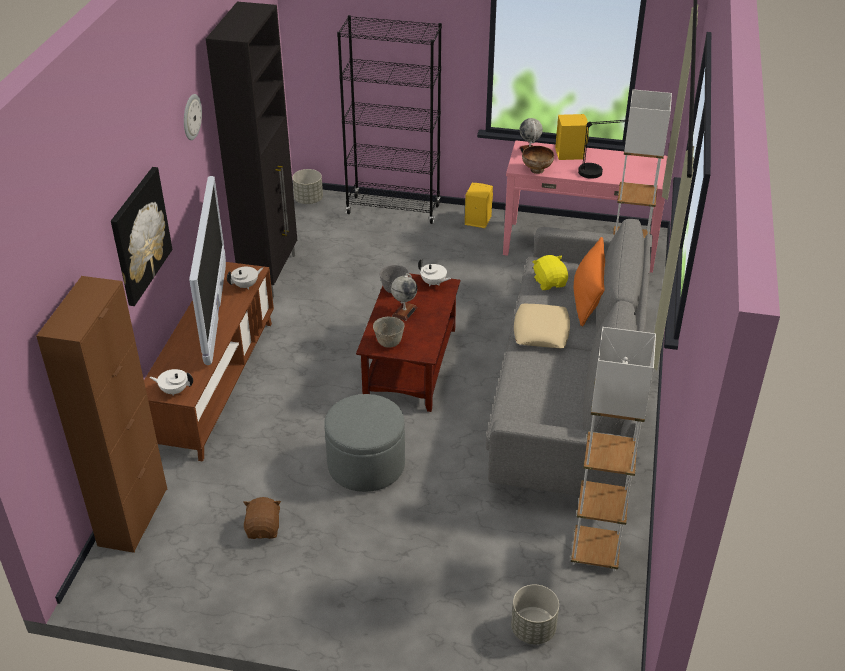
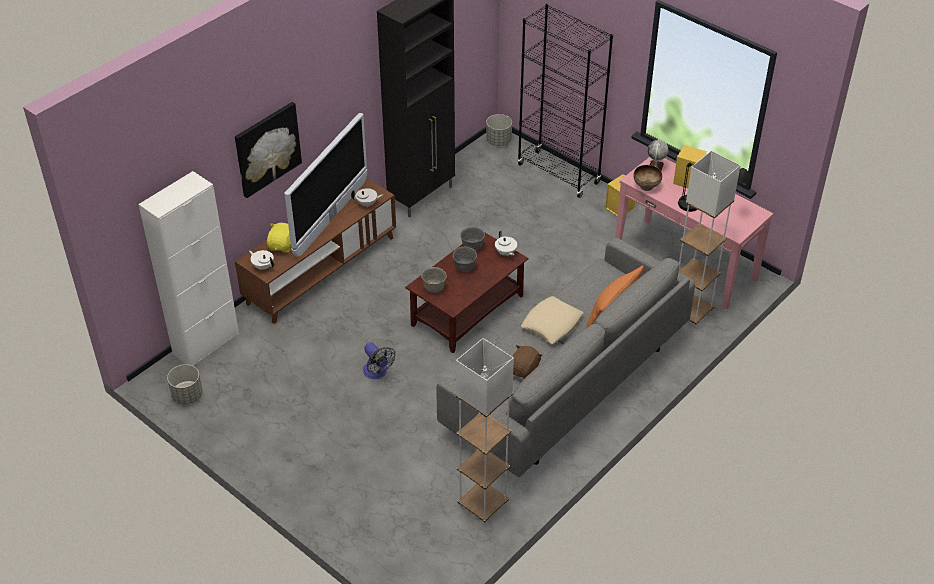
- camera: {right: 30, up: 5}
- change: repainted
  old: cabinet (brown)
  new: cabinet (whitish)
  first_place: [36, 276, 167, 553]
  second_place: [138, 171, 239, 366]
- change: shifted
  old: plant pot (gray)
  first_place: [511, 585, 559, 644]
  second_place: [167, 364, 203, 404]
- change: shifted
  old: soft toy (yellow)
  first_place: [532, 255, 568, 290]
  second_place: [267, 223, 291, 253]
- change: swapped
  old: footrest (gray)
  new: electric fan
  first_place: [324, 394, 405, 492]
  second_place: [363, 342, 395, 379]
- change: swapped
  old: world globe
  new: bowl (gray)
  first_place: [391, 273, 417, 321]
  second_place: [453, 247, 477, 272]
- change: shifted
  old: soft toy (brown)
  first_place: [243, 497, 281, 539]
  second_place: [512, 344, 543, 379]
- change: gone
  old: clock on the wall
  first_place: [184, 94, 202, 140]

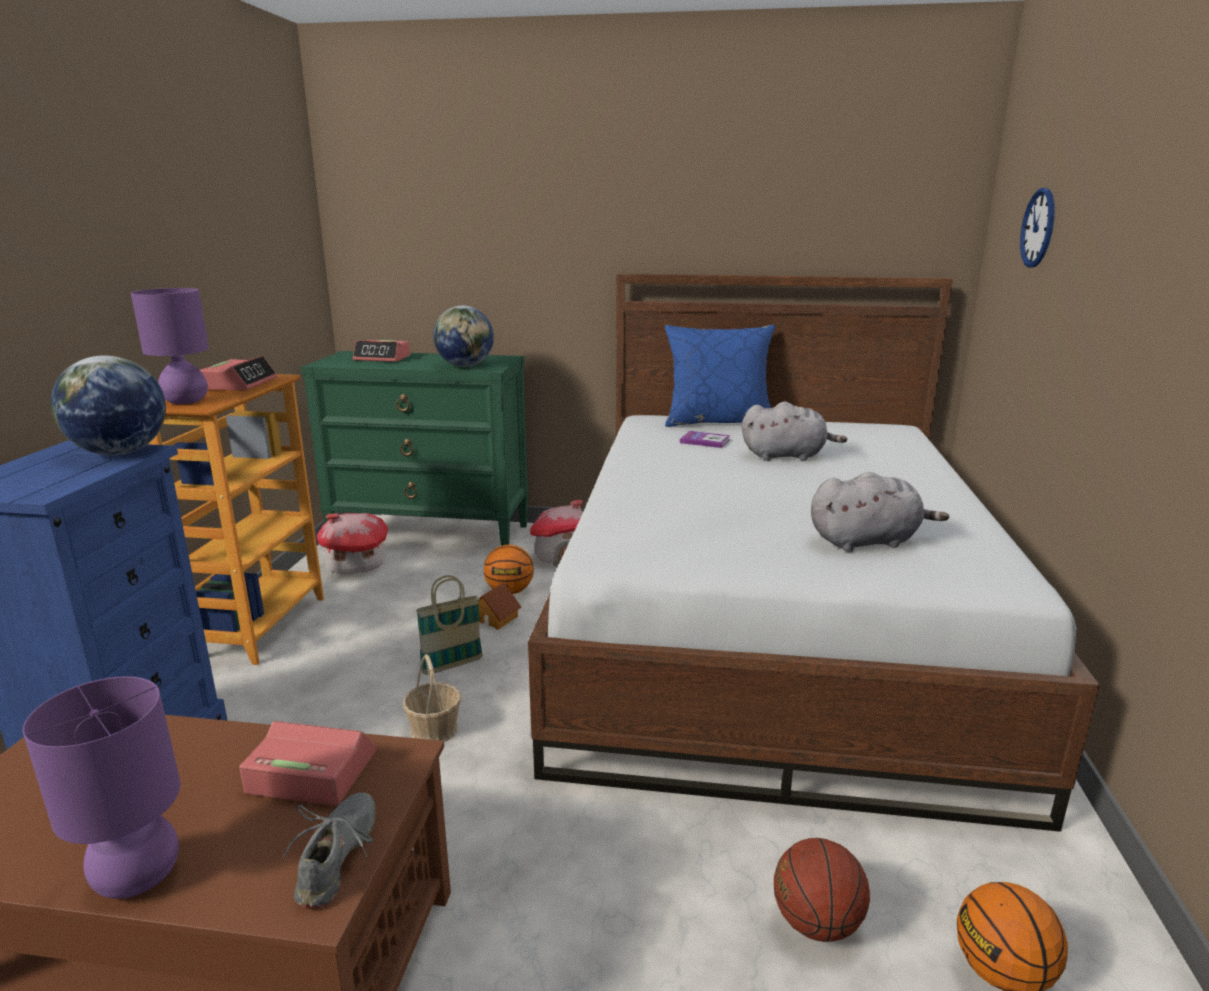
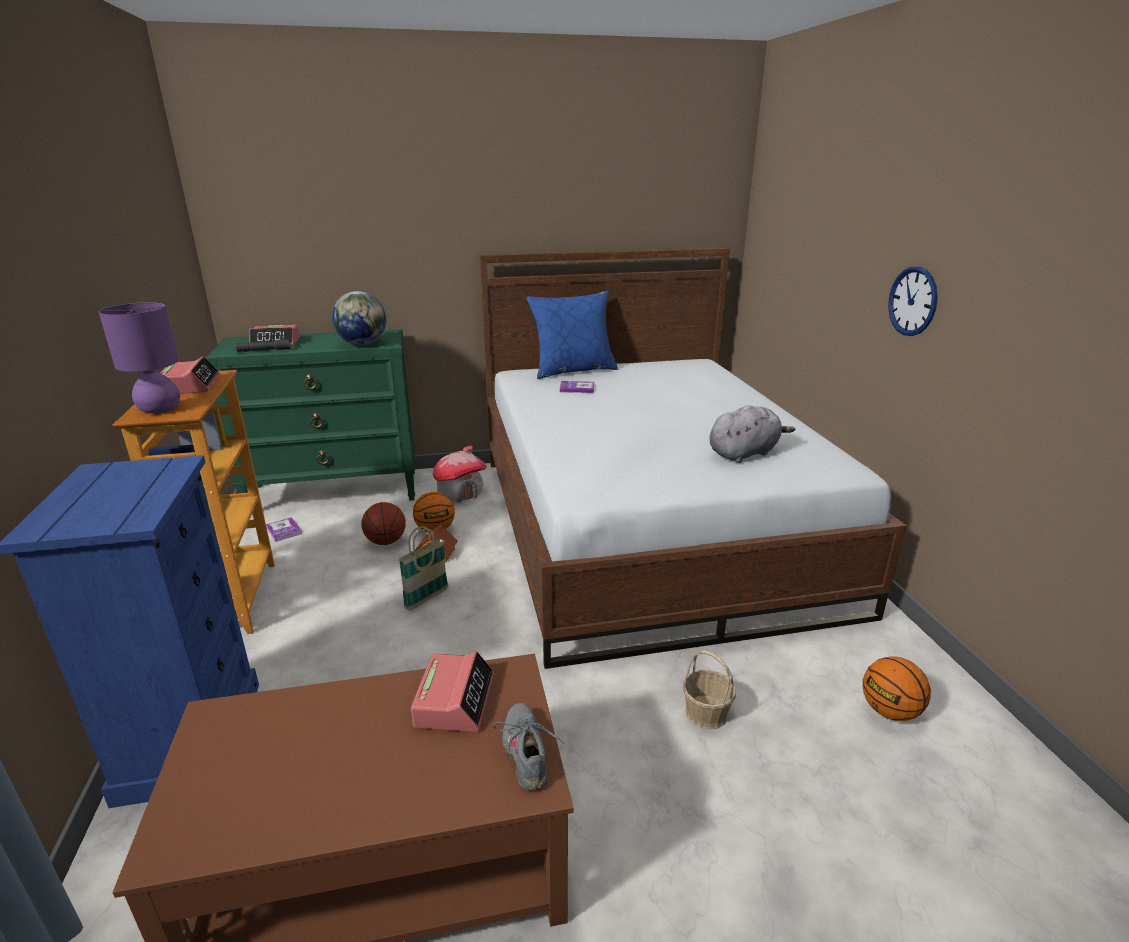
- camera: {right: -20, up: 5}
- change: new
  new: hand torch (gray)
  second_place: [236, 339, 291, 352]
- change: swapped
  old: miniature house
  new: volume
  first_place: [317, 513, 388, 574]
  second_place: [266, 517, 302, 542]
- change: shifted
  old: ball for basketball
  first_place: [774, 838, 870, 942]
  second_place: [362, 502, 406, 545]
- change: rotated
  old: alarm clock
  first_place: [239, 721, 376, 806]
  second_place: [411, 651, 494, 732]
  degrees: 105
- change: shifted
  old: household basket
  first_place: [403, 654, 461, 742]
  second_place: [683, 650, 736, 730]
- change: shifted
  old: clock on the wall
  first_place: [1020, 188, 1055, 268]
  second_place: [888, 267, 938, 336]
- change: gone
  old: tabletop lamp (purplish)
  first_place: [23, 676, 181, 899]
- change: gone
  old: world globe
  first_place: [51, 355, 166, 455]
- change: gone
  old: soft toy (gray)
  first_place: [742, 402, 847, 461]

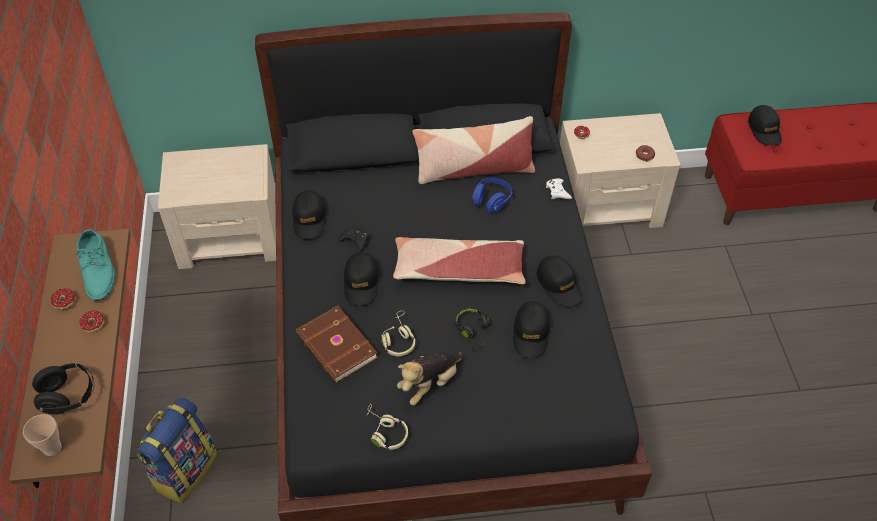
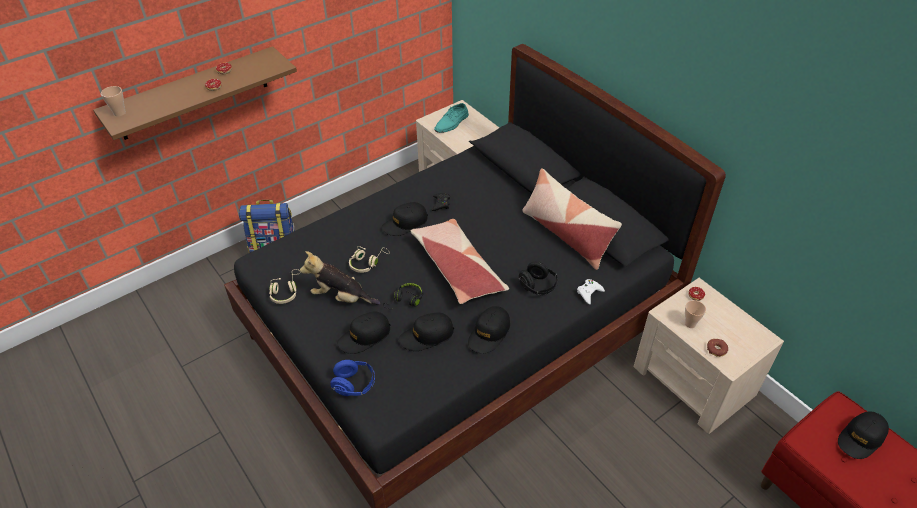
- camera: {right: 60, up: -5}
- change: shifted
  old: headphones (blue)
  first_place: [472, 177, 512, 213]
  second_place: [331, 360, 375, 396]
- change: shifted
  old: cap (black)
  first_place: [292, 190, 326, 239]
  second_place: [337, 311, 390, 354]
- change: shifted
  old: shoe (turquoise-coloured)
  first_place: [76, 229, 116, 301]
  second_place: [434, 103, 469, 133]
- change: shifted
  old: headphones (black)
  first_place: [32, 363, 94, 414]
  second_place: [518, 261, 558, 295]
- change: new
  new: cup
  second_place: [685, 300, 706, 328]
- change: gone
  old: volume (brown)
  first_place: [296, 305, 378, 383]

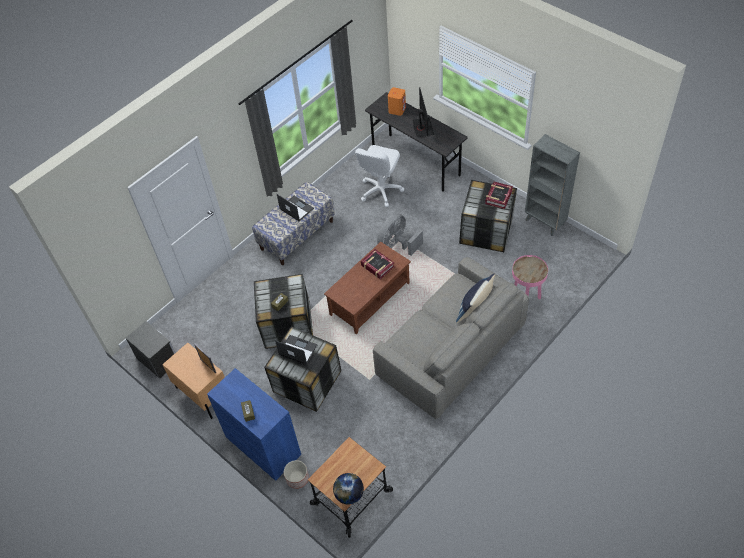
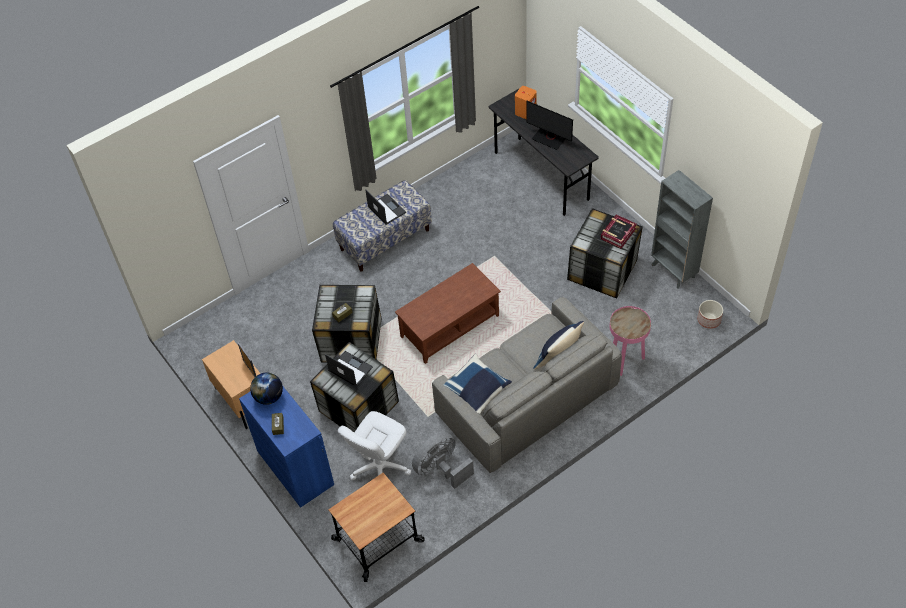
- camera: {right: 10, up: 0}
- change: shifted
  old: world globe
  first_place: [333, 473, 364, 505]
  second_place: [250, 372, 283, 405]
- change: shifted
  old: desk chair (whitish)
  first_place: [355, 145, 404, 207]
  second_place: [338, 411, 411, 480]
- change: shifted
  old: electric fan (gray)
  first_place: [377, 213, 423, 256]
  second_place: [412, 432, 474, 489]
- change: new
  new: cushion (blue)
  second_place: [444, 354, 512, 414]
- change: rotated
  old: monitor
  first_place: [413, 87, 434, 137]
  second_place: [526, 101, 573, 150]
  degrees: 120
- change: shifted
  old: plant pot
  first_place: [284, 460, 309, 489]
  second_place: [697, 300, 723, 329]
- change: gone
  old: night table
  first_place: [126, 321, 175, 379]
- change: gone
  old: volume
  first_place: [361, 249, 395, 279]

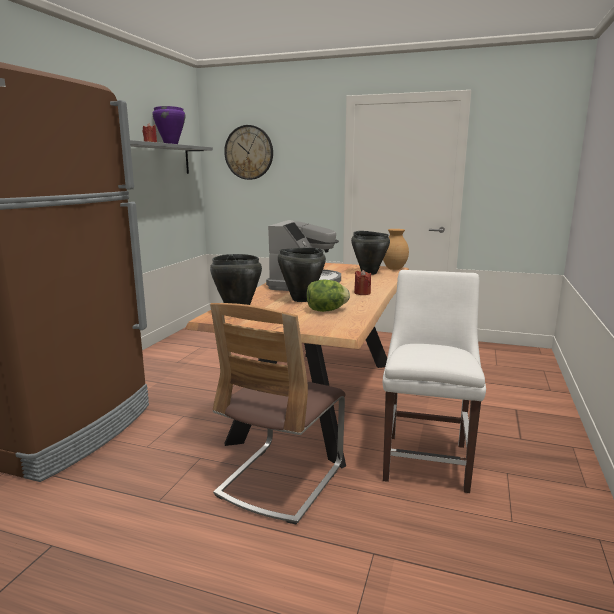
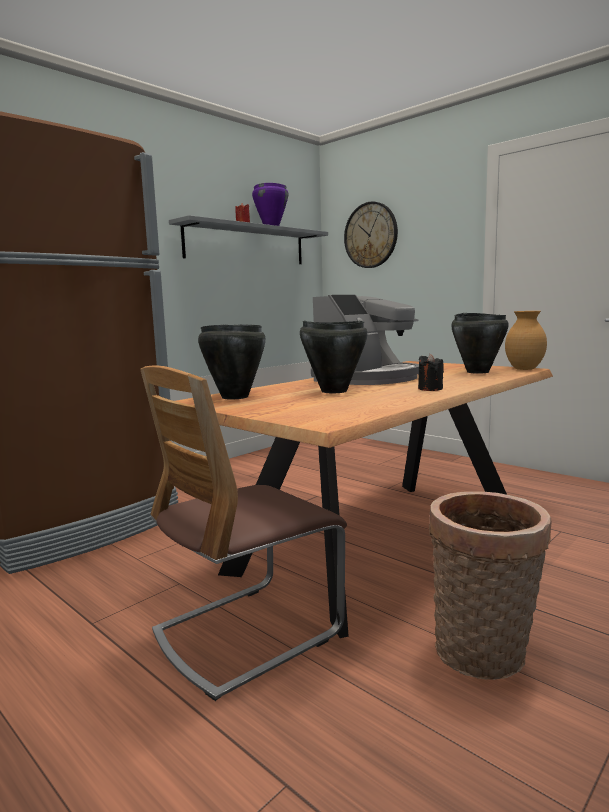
- camera: {right: 25, up: -5}
- change: repainted
  old: candle (red-coloured)
  new: candle (black)
  first_place: [354, 270, 371, 295]
  second_place: [418, 354, 444, 391]
- change: swapped
  old: chair (whitish)
  new: household basket
  first_place: [383, 270, 486, 493]
  second_place: [429, 491, 552, 680]
- change: gone
  old: lettuce
  first_place: [306, 280, 350, 312]

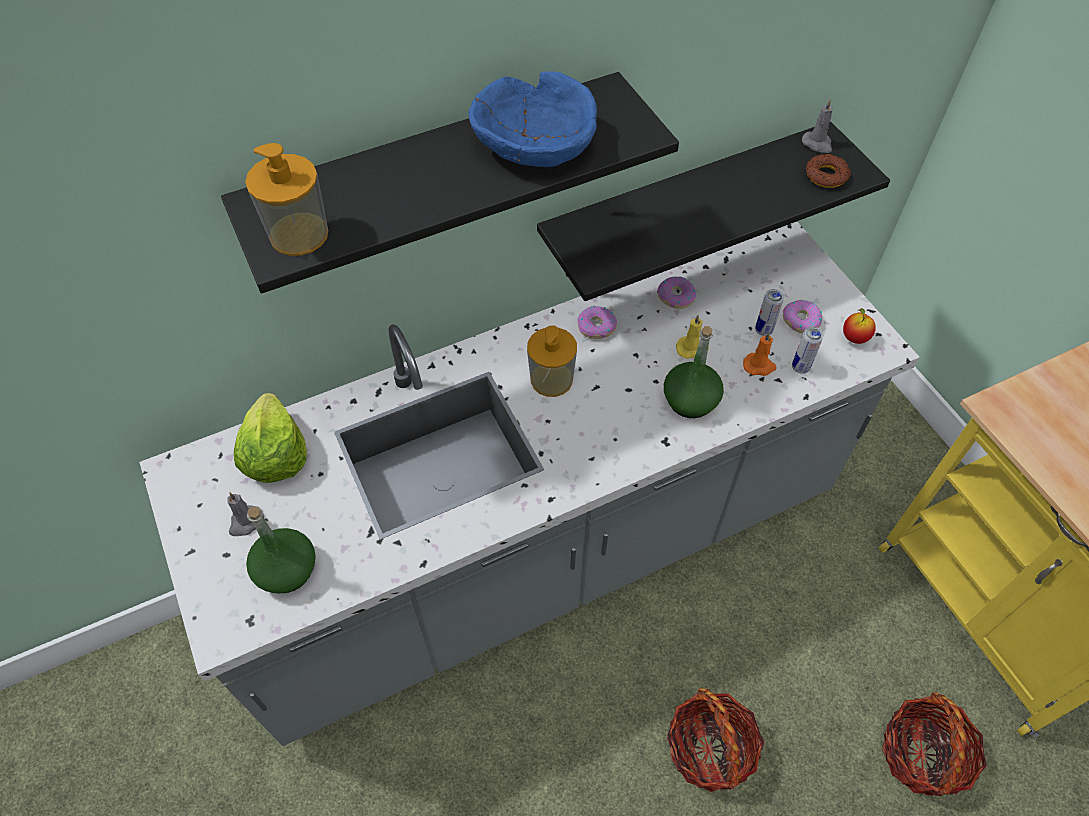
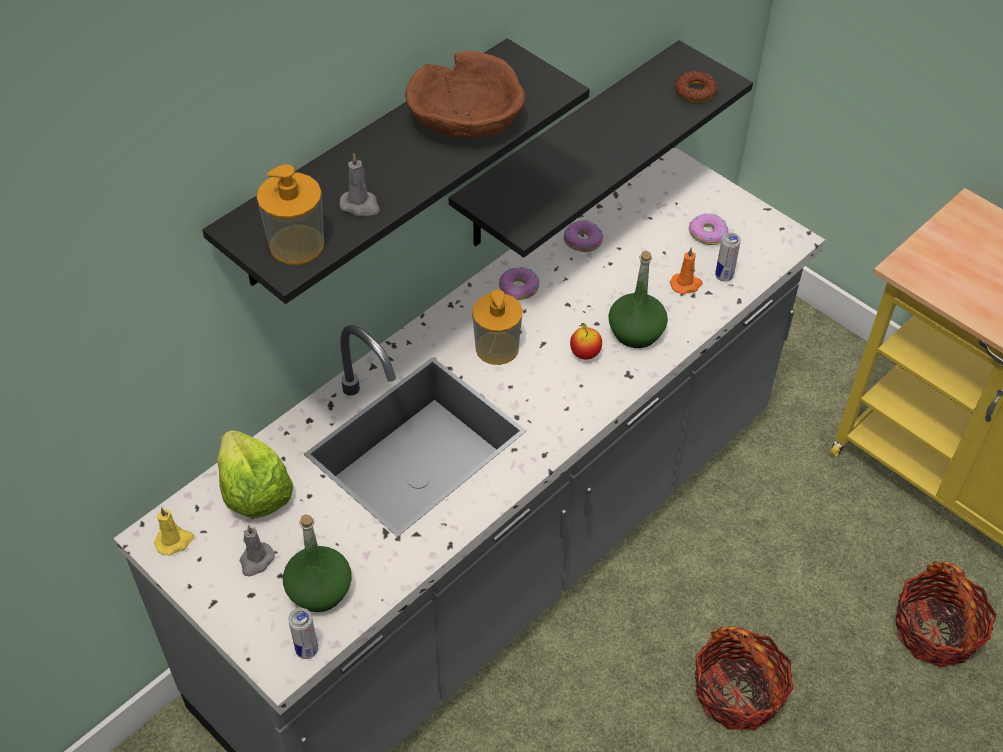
- camera: {right: -20, up: -5}
- change: shifted
  old: candle (yellow)
  first_place: [676, 314, 709, 359]
  second_place: [154, 507, 194, 556]
- change: shifted
  old: metal can
  first_place: [755, 289, 784, 336]
  second_place: [288, 608, 318, 659]
- change: shifted
  old: candle (gray)
  first_place: [802, 98, 833, 153]
  second_place: [340, 153, 380, 216]
- change: repainted
  old: bowl (blue)
  new: bowl (brown)
  first_place: [468, 71, 597, 167]
  second_place: [405, 51, 525, 139]
- change: shifted
  old: apple
  first_place: [843, 308, 876, 344]
  second_place: [570, 323, 602, 360]

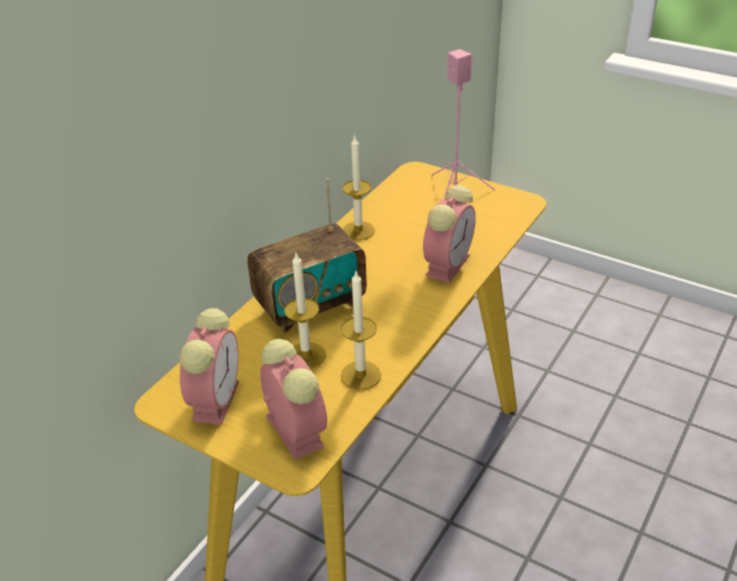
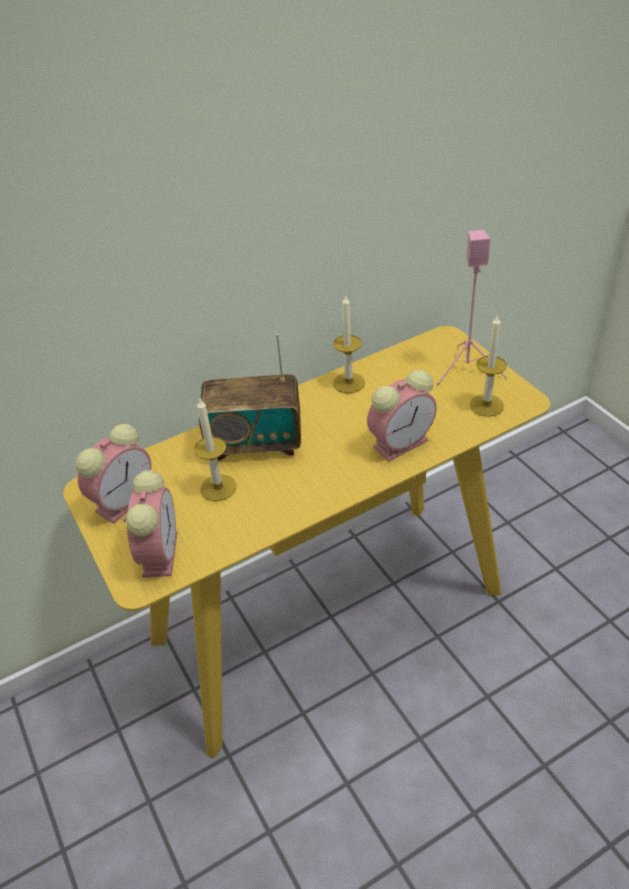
- camera: {right: 30, up: 5}
- change: shifted
  old: candle
  first_place: [341, 272, 381, 390]
  second_place: [470, 314, 507, 417]

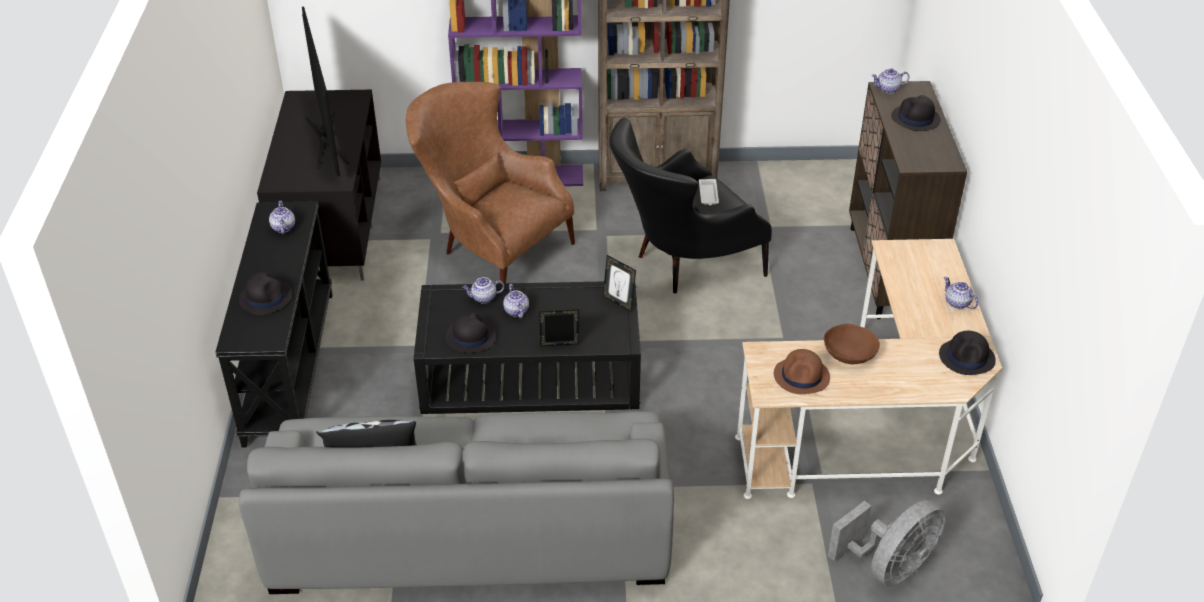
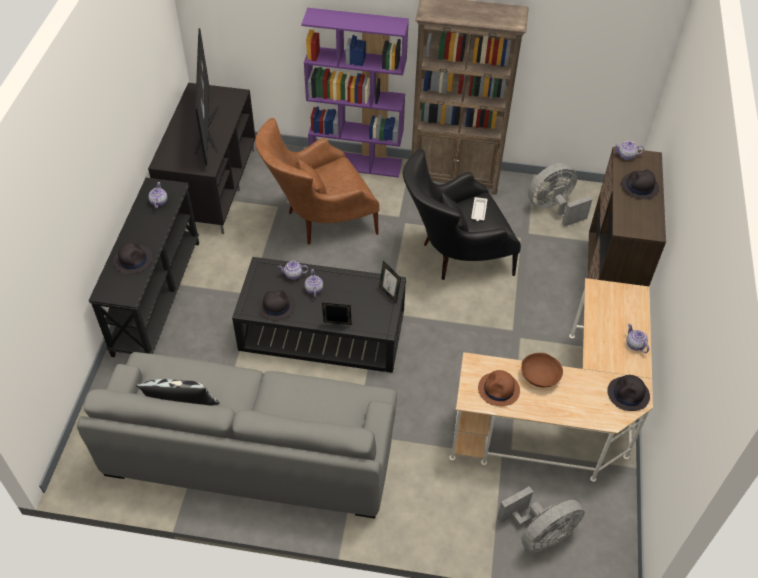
- camera: {right: 10, up: 10}
- change: rotated
  old: lounge chair (brown)
  first_place: [406, 82, 575, 284]
  second_place: [255, 118, 379, 245]
  degrees: -75
- change: new
  new: electric fan (gray)
  second_place: [528, 163, 592, 226]

